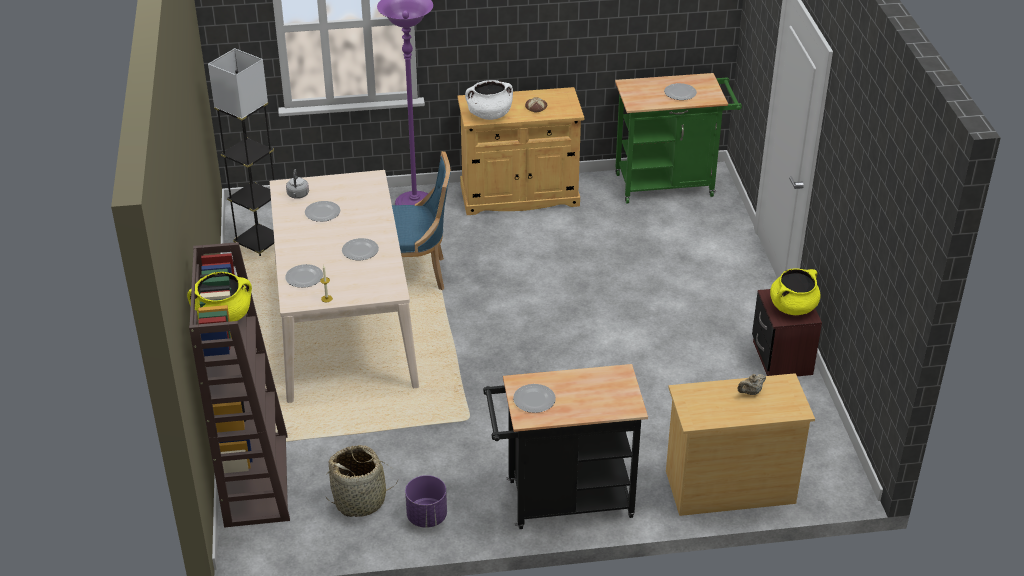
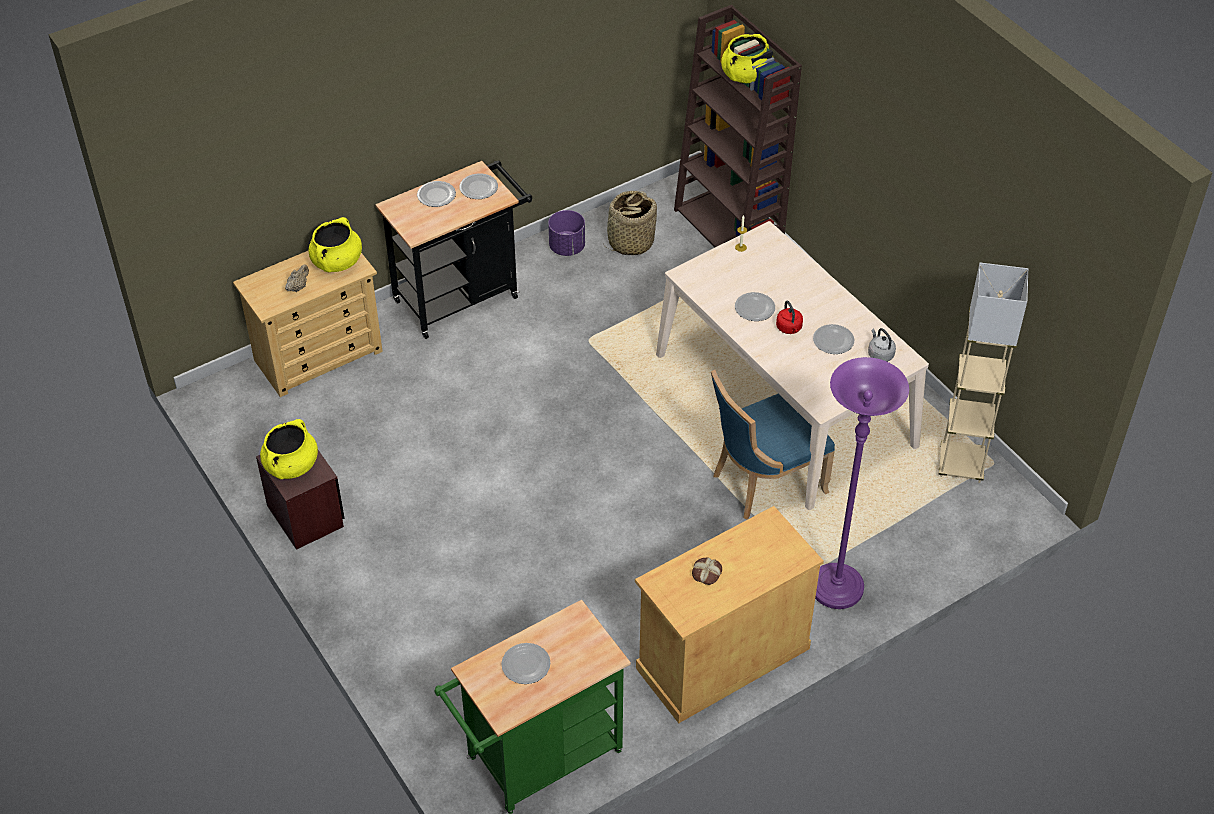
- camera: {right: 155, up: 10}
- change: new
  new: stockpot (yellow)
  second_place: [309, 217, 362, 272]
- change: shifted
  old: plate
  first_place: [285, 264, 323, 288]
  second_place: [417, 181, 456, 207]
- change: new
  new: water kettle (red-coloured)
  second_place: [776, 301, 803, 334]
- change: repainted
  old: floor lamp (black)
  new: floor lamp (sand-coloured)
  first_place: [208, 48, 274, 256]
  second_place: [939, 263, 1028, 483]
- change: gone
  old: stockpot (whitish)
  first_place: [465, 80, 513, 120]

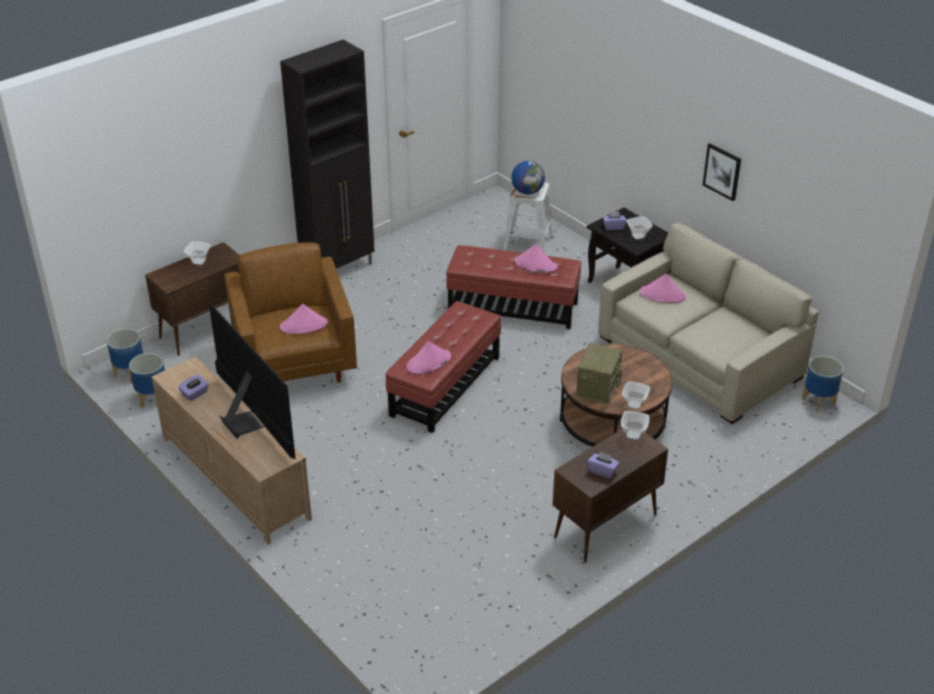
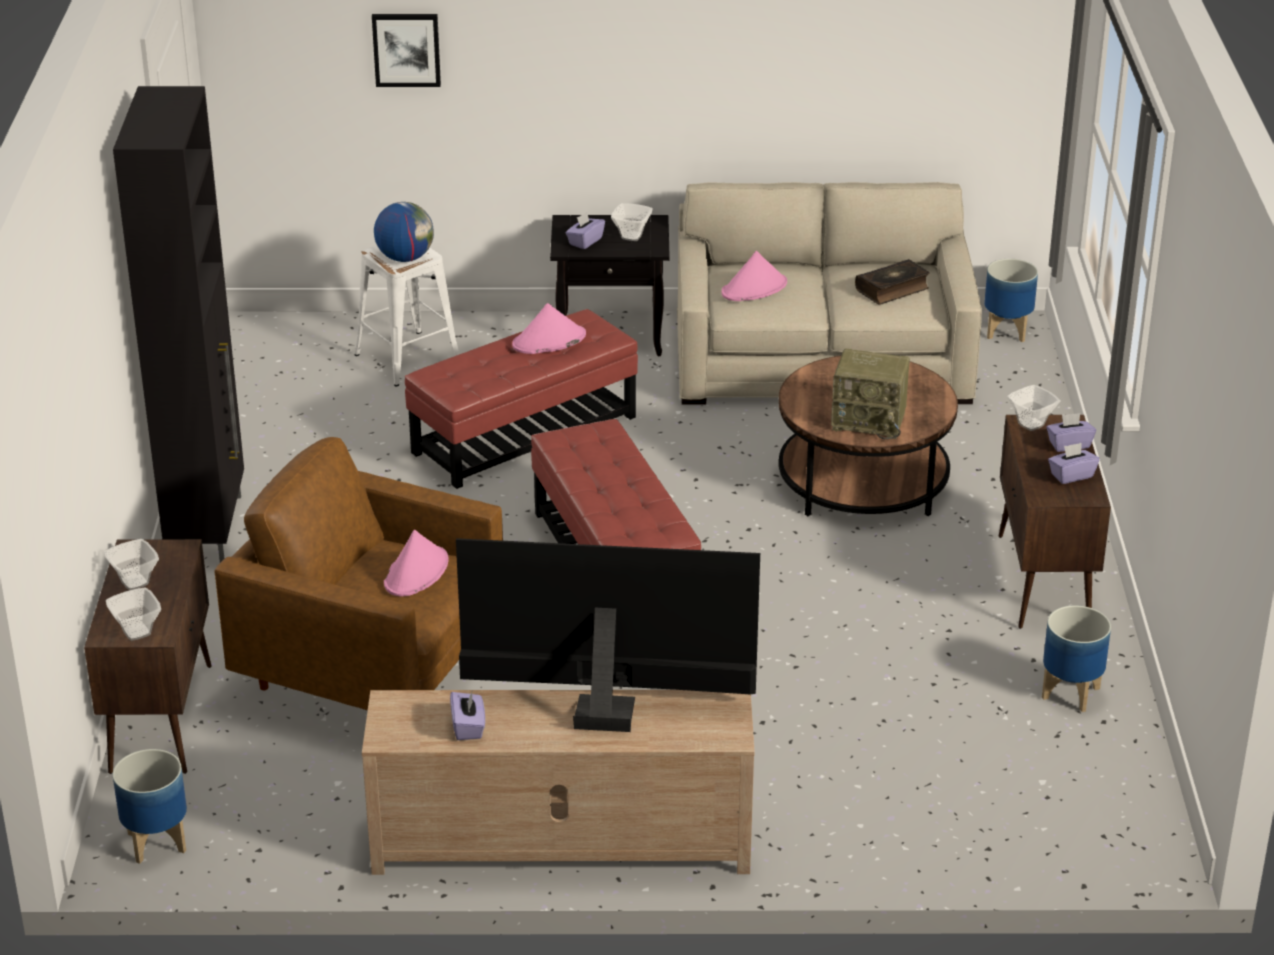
- camera: {right: -50, up: -5}
- change: shifted
  old: bowl
  first_place: [622, 381, 650, 409]
  second_place: [106, 587, 161, 641]
- change: shifted
  old: wall art
  first_place: [703, 143, 741, 201]
  second_place: [372, 14, 441, 87]
- change: rotated
  old: radio
  first_place: [576, 343, 622, 405]
  second_place: [831, 349, 910, 439]
  degrees: 135
- change: new
  new: volume
  second_place: [855, 259, 930, 305]
- change: shifted
  old: plant pot
  first_place: [129, 353, 165, 408]
  second_place: [1042, 605, 1111, 712]
- change: new
  new: box of tissues (purplish)
  second_place: [1046, 413, 1096, 452]
- change: gone
  old: clothing hat (pink)
  first_place: [407, 341, 451, 374]

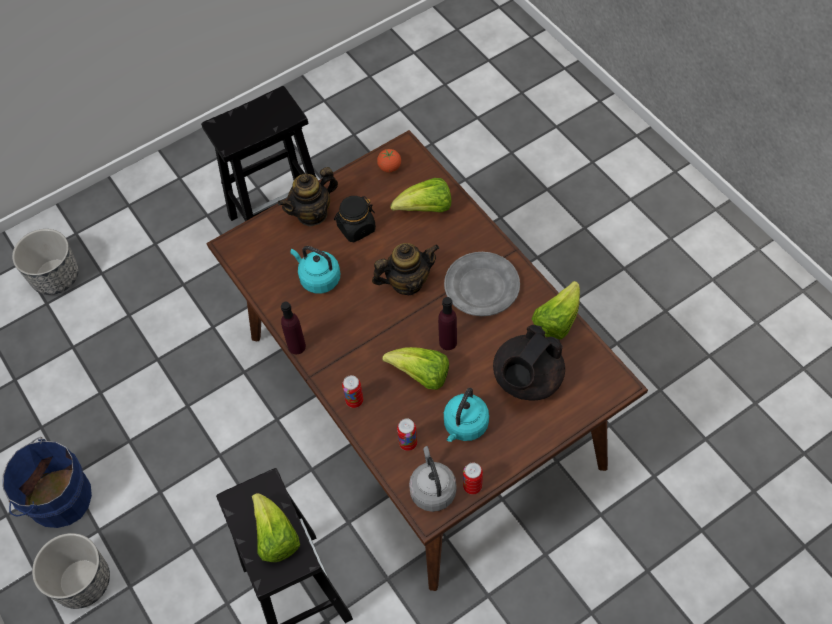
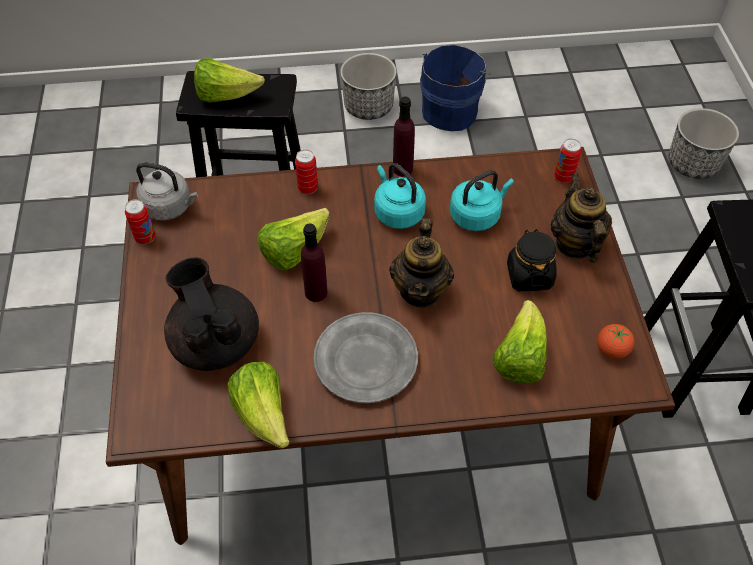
- camera: {right: 115, up: -5}
- change: shifted
  old: water kettle (turquoise-coloured)
  first_place: [444, 388, 489, 442]
  second_place: [374, 163, 426, 229]
- change: shifted
  old: metal can
  first_place: [397, 418, 417, 451]
  second_place: [554, 139, 582, 183]

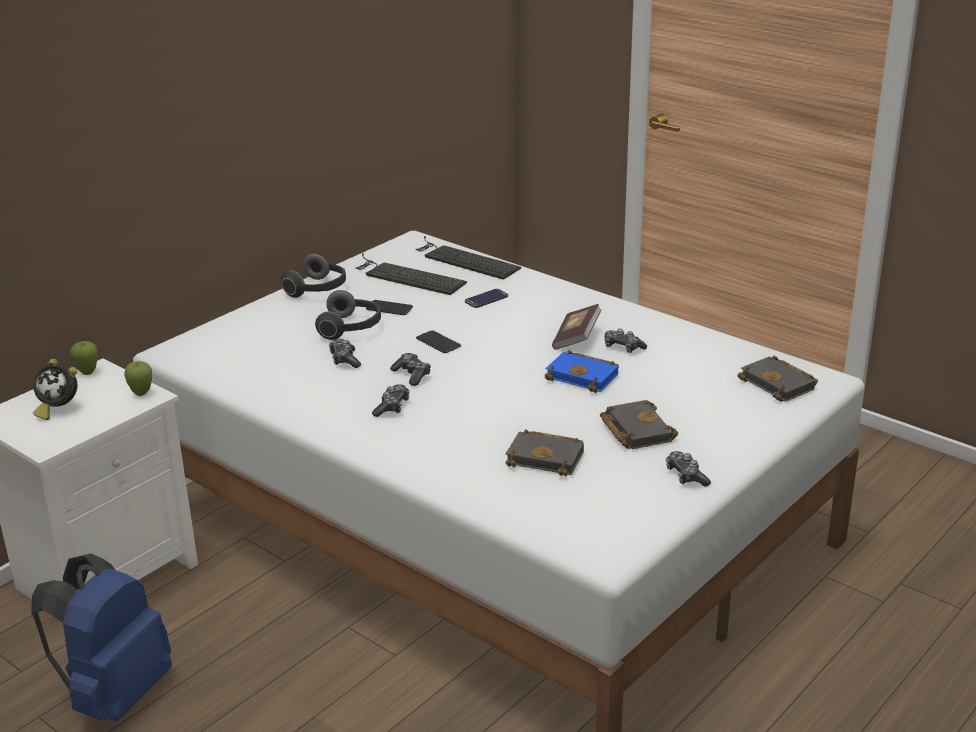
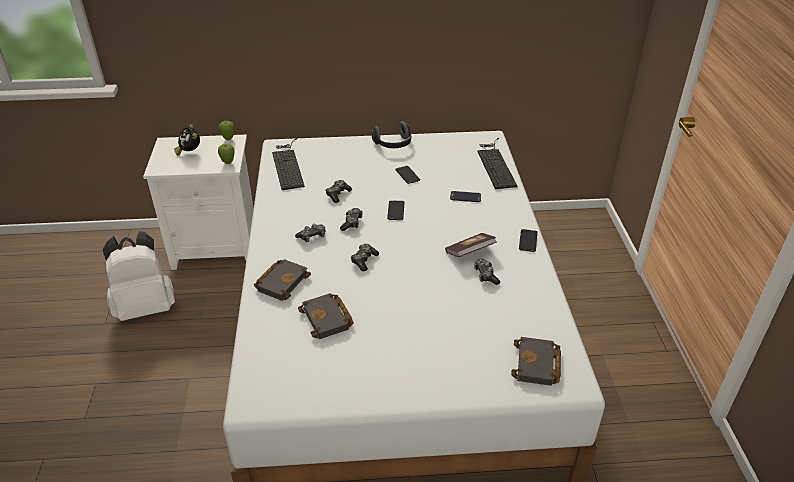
- camera: {right: 45, up: 10}
- change: repainted
  old: backpack (blue)
  new: backpack (whitish)
  first_place: [31, 553, 172, 721]
  second_place: [103, 231, 175, 321]
- change: shifted
  old: volume (black)
  first_place: [600, 400, 678, 449]
  second_place: [254, 259, 311, 301]
- change: shifted
  old: keyboard
  first_place: [356, 253, 467, 295]
  second_place: [272, 138, 305, 190]
- change: shifted
  old: game controller
  first_place: [666, 451, 711, 487]
  second_place: [351, 244, 379, 271]
- change: new
  new: handset
  second_place: [519, 229, 537, 252]
- change: gone
  old: headphones
  first_place: [315, 290, 381, 340]
- change: gone
  old: volume (blue)
  first_place: [545, 350, 619, 393]

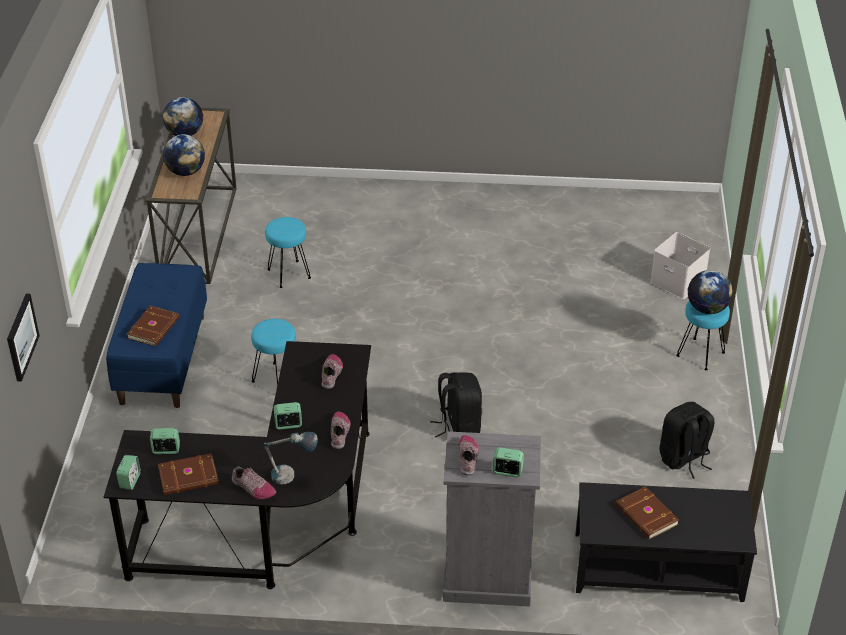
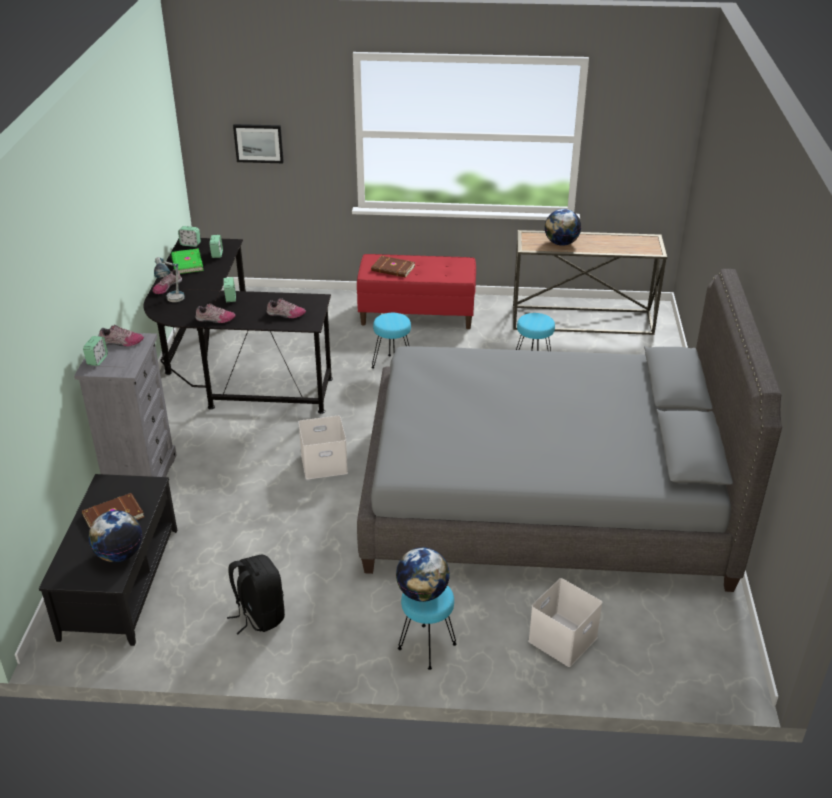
- camera: {right: 90, up: -5}
- change: shifted
  old: world globe
  first_place: [163, 97, 203, 136]
  second_place: [89, 510, 142, 562]
- change: repainted
  old: volume (brown)
  new: volume (greenish)
  first_place: [158, 453, 219, 495]
  second_place: [171, 248, 204, 274]
- change: swapped
  old: backpack (black)
  new: storage container (whitish)
  first_place: [430, 373, 482, 438]
  second_place: [298, 416, 348, 479]
- change: repainted
  old: indoor bench (blue)
  new: indoor bench (red-coloured)
  first_place: [106, 263, 207, 408]
  second_place: [357, 254, 476, 329]
- change: new
  new: sleeping bed (gray)
  second_place: [357, 269, 782, 592]

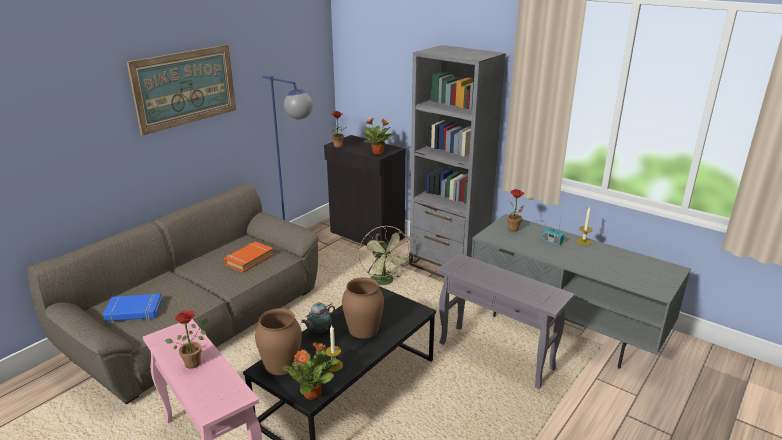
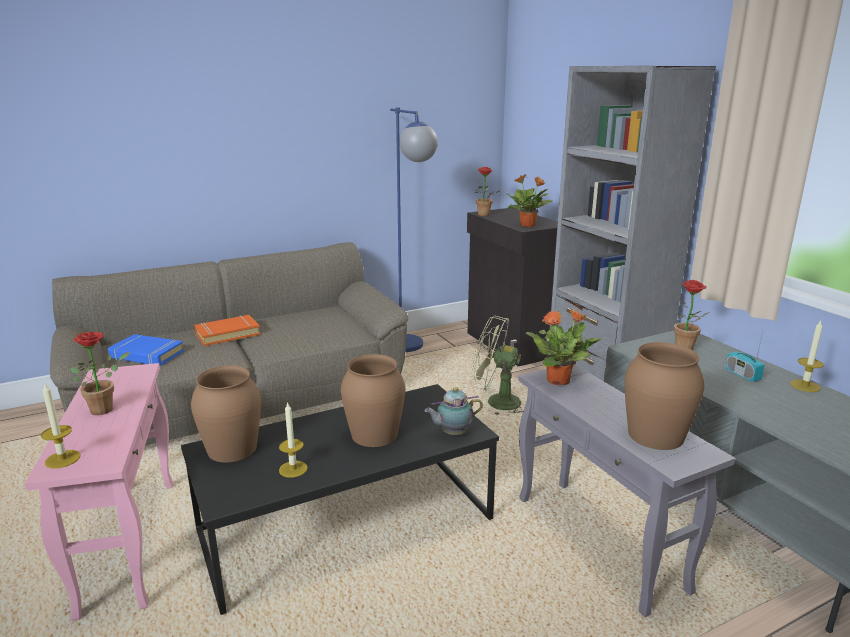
- camera: {right: 25, up: -5}
- change: new
  new: candle
  second_place: [41, 382, 81, 469]
- change: shifted
  old: volume (orangey)
  first_place: [224, 242, 274, 273]
  second_place: [195, 315, 260, 346]
- change: shifted
  old: tea pot
  first_place: [301, 302, 335, 333]
  second_place: [424, 387, 483, 435]
- change: rotated
  old: electric fan (greenish)
  first_place: [359, 226, 411, 285]
  second_place: [471, 316, 523, 416]
  degrees: 105
- change: shifted
  old: plant in a pot
  first_place: [282, 342, 339, 400]
  second_place: [526, 309, 600, 385]
- change: new
  new: flower vase (brown)
  second_place: [624, 342, 704, 450]
- change: gone
  old: wall art
  first_place: [127, 45, 236, 135]

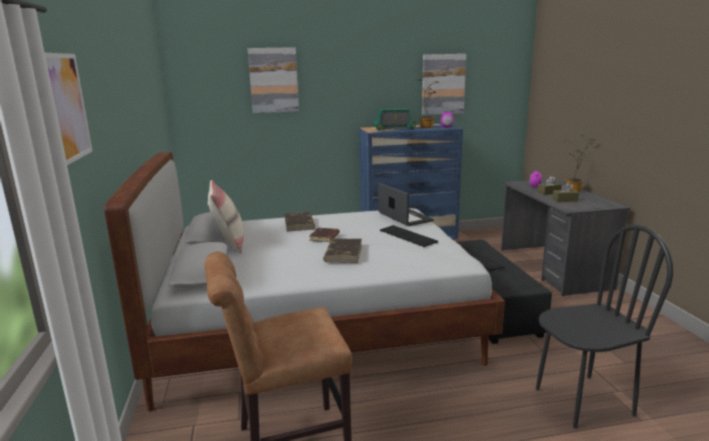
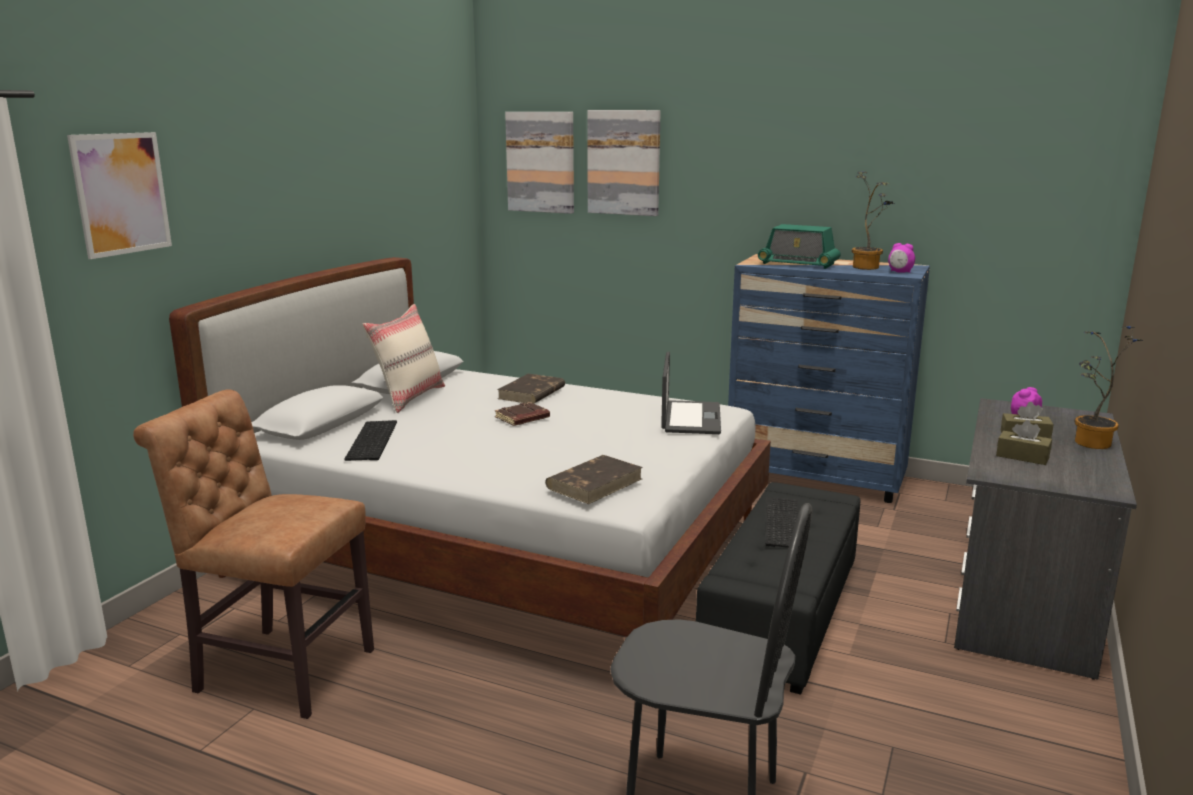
- camera: {right: 35, up: 0}
- change: shifted
  old: keyboard
  first_place: [380, 225, 438, 247]
  second_place: [344, 420, 397, 461]
- change: shifted
  old: wall art
  first_place: [422, 54, 466, 115]
  second_place: [505, 112, 574, 214]
- change: shifted
  old: volume (brown)
  first_place: [323, 238, 362, 263]
  second_place: [545, 455, 643, 504]

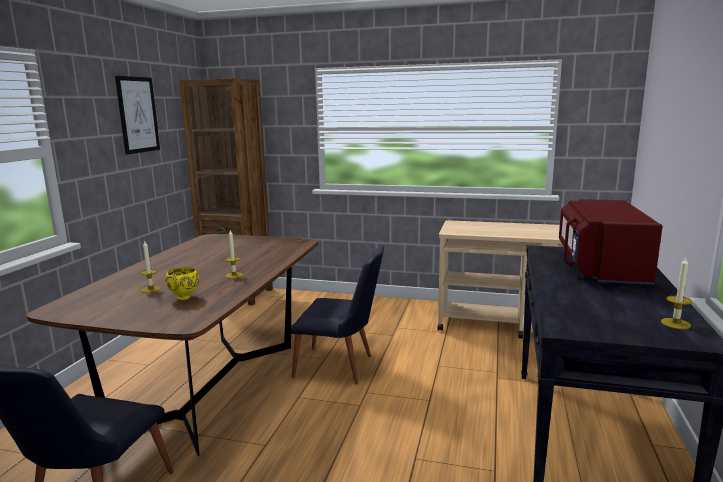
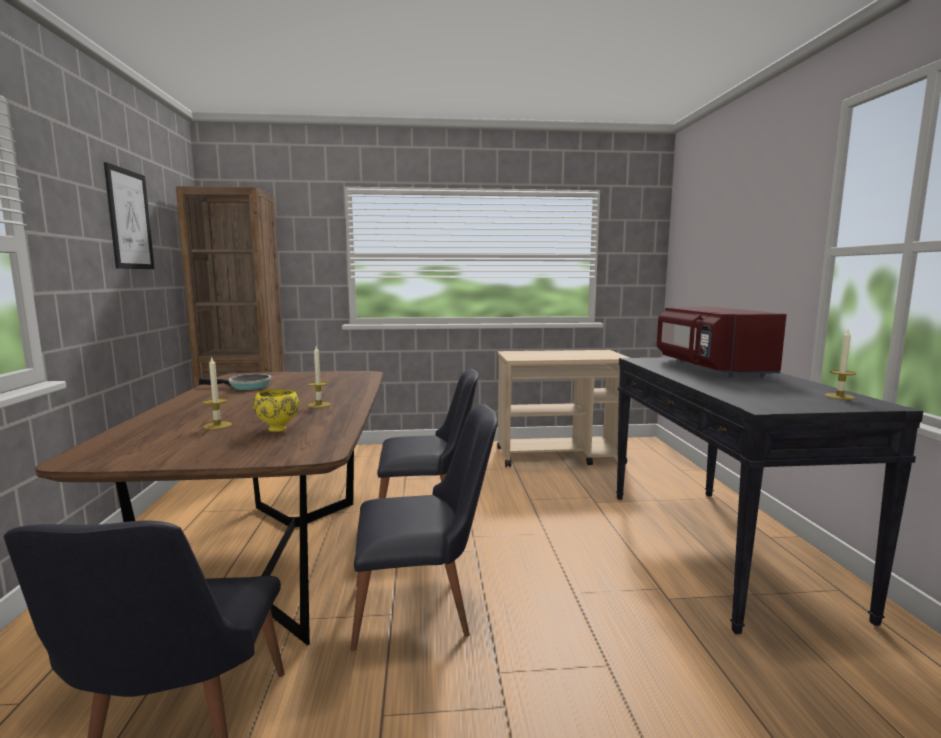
- camera: {right: -20, up: -5}
- change: new
  new: skillet
  second_place: [199, 374, 272, 390]
- change: new
  new: chair (black)
  second_place: [350, 404, 498, 651]

